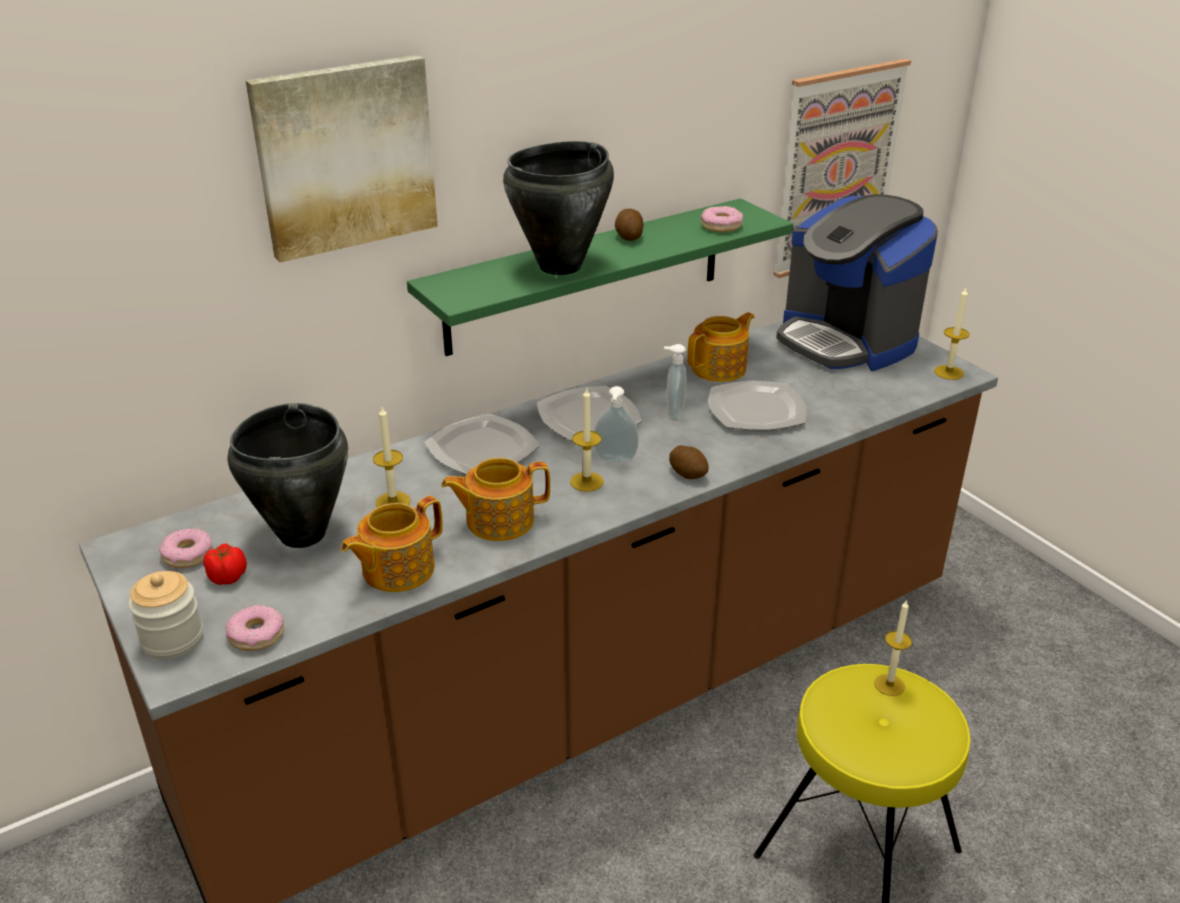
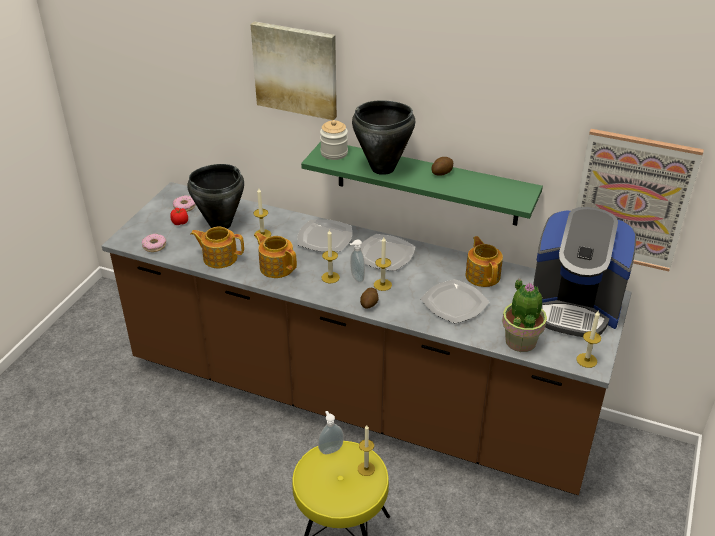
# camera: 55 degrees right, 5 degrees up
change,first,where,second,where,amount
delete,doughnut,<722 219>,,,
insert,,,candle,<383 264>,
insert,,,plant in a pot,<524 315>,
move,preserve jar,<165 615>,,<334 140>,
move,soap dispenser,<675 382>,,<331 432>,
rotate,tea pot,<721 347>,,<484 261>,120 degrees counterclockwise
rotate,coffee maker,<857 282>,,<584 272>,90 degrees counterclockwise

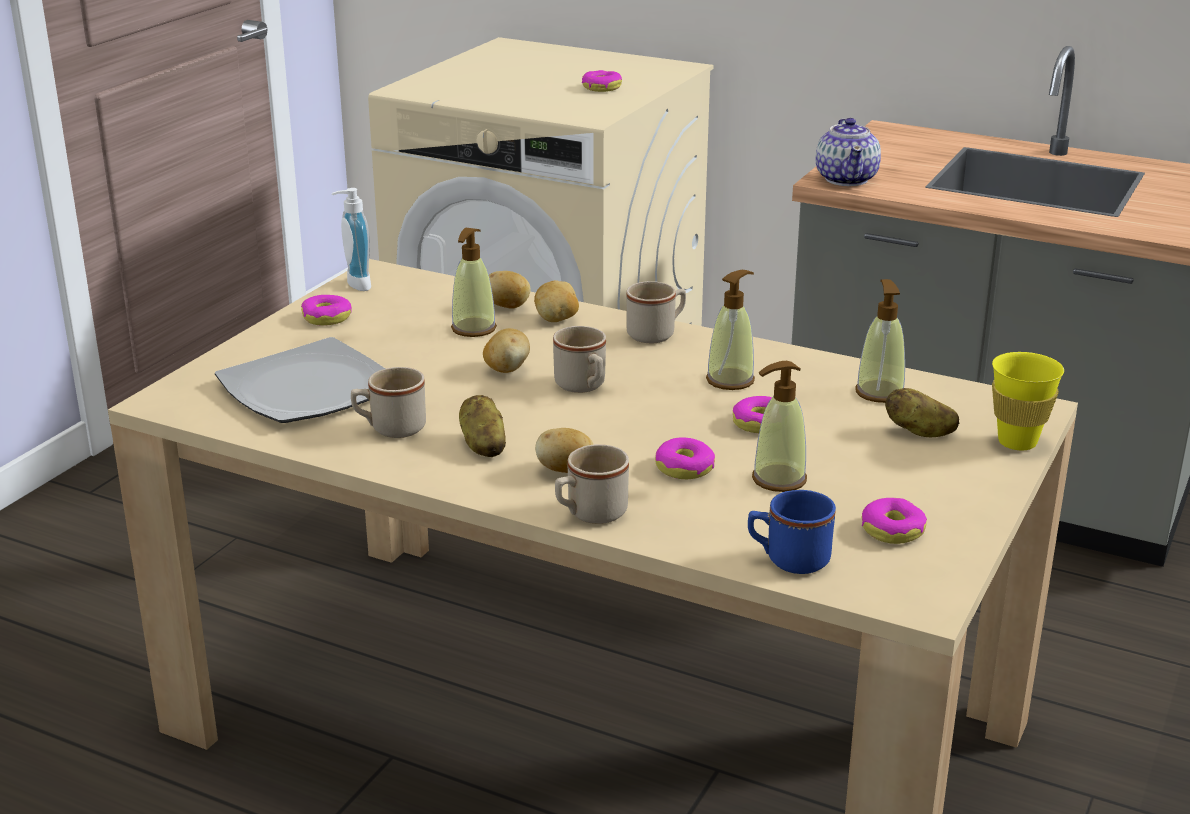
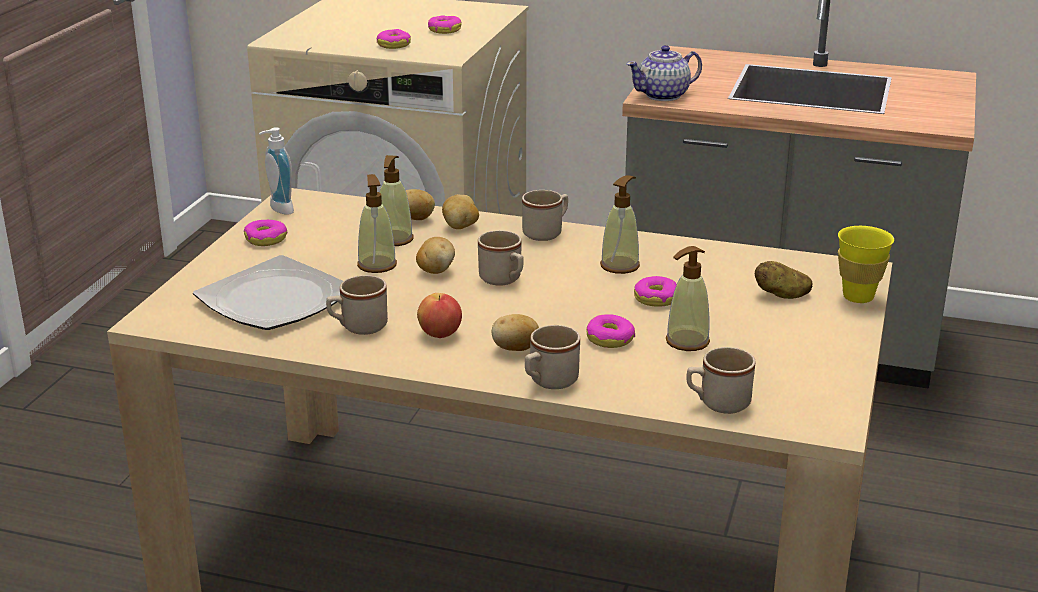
# camera: 10 degrees left, 0 degrees up
change,first,where,second,where,amount
move,soap dispenser,<880 341>,,<377 223>,
move,doughnut,<894 521>,,<394 39>,
replace,potato,<482 426>,apple,<439 315>,
recolor,bluish tea mug,<792 532>,sand-coloured tea mug,<720 380>,
rotate,tea pot,<848 152>,,<664 73>,75 degrees clockwise

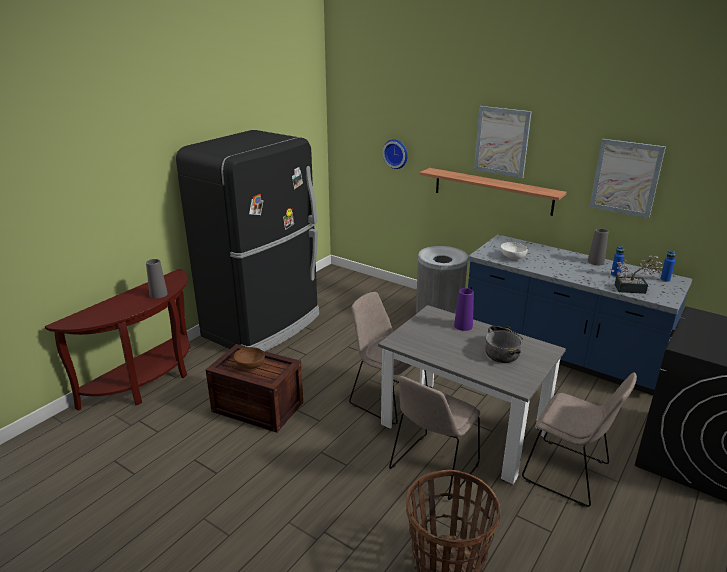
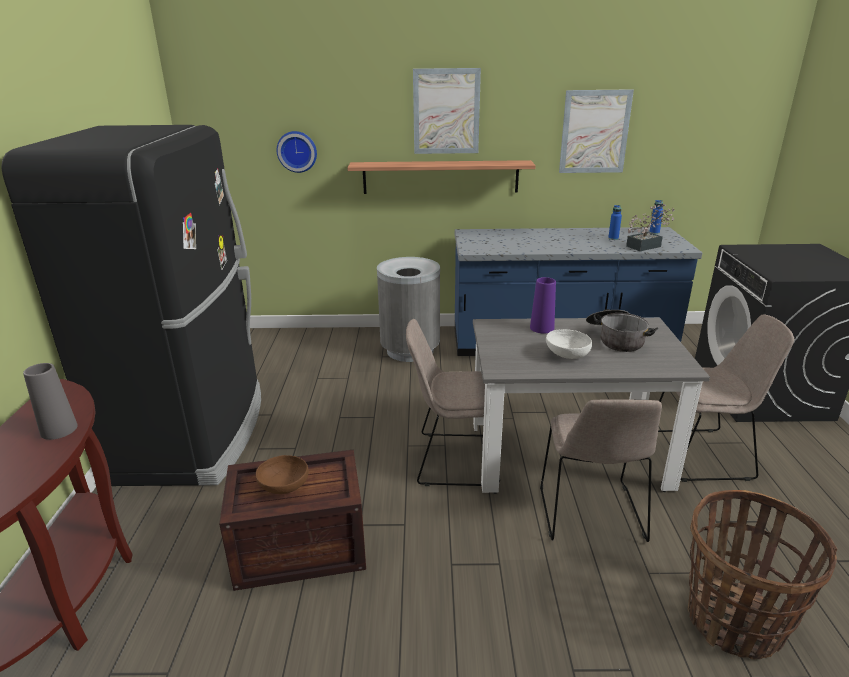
# camera: 35 degrees left, 0 degrees up
change,first,where,second,where,amount
delete,greyish flower vase,<598 246>,,,
move,whitish serving bowl,<514 251>,,<569 344>,

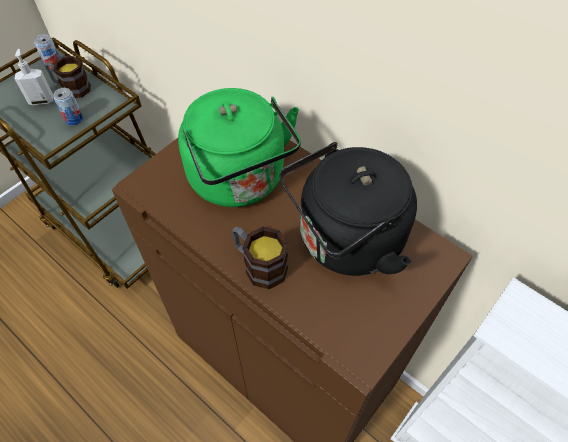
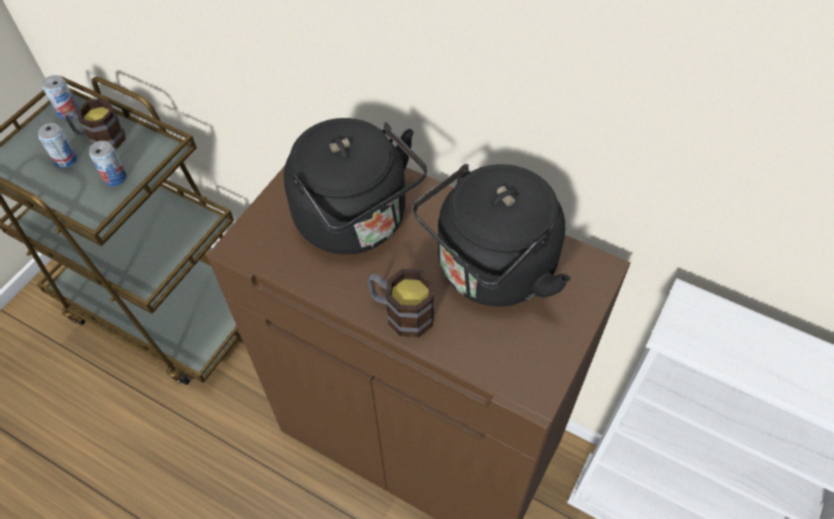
# camera: 10 degrees left, 0 degrees up
change,first,where,second,where,amount
replace,soap dispenser,<34 77>,can,<57 145>,
recolor,greenish tea kettle,<239 147>,blackish tea kettle,<355 186>,

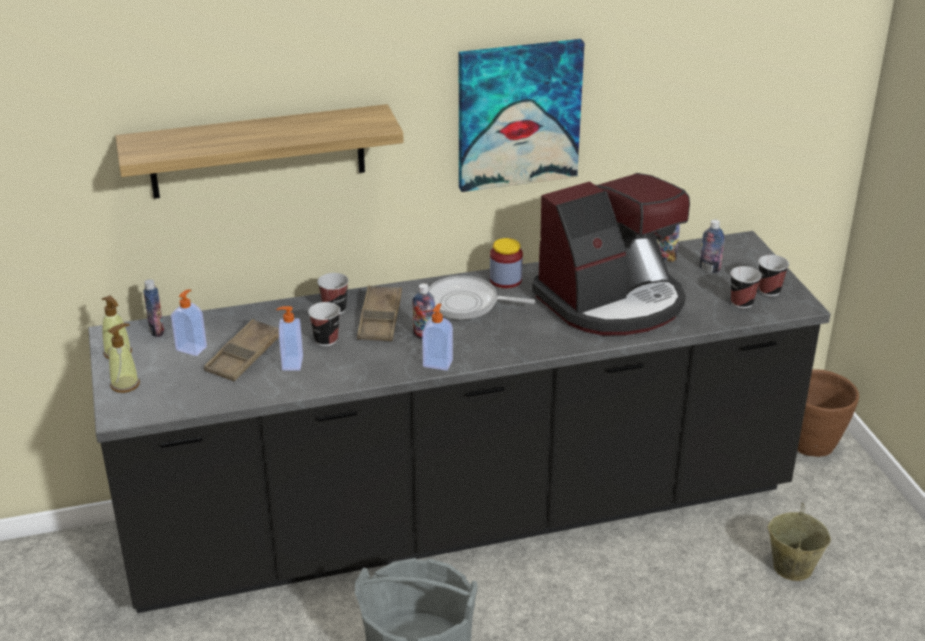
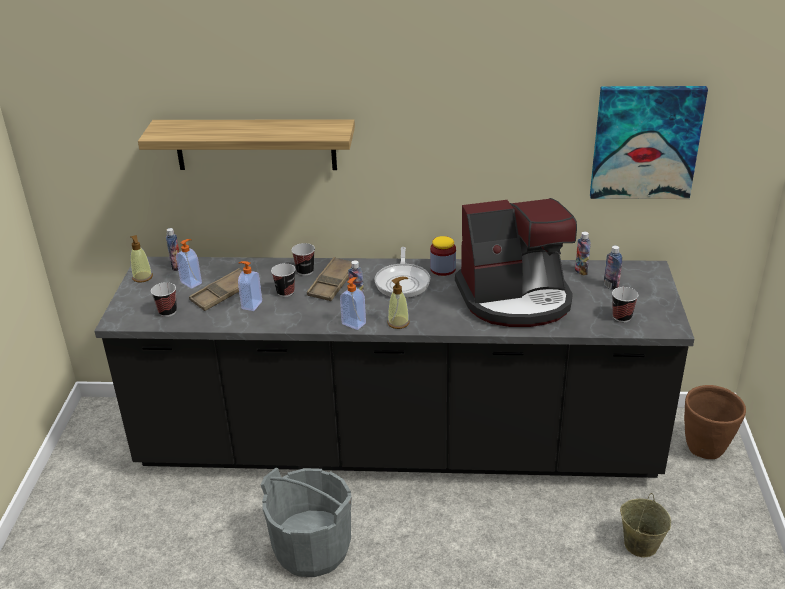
# camera: 20 degrees right, 0 degrees up
change,first,where,second,where,amount
move,soap dispenser,<124 358>,,<398 303>,
move,wall picture,<522 115>,,<649 142>,
move,drinking cup,<773 275>,,<164 299>,
rotate,skillet,<481 298>,,<402 272>,120 degrees counterclockwise

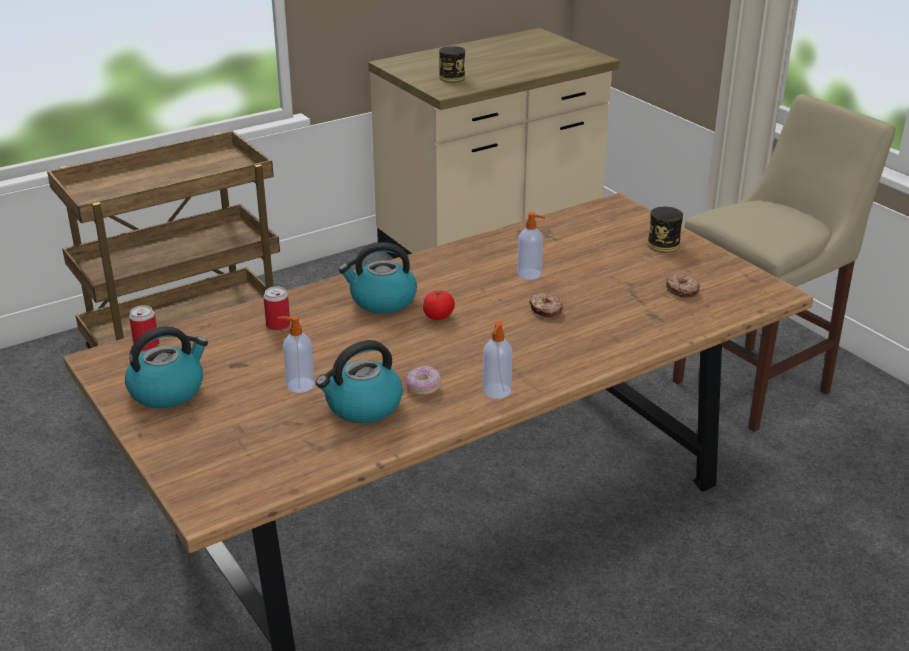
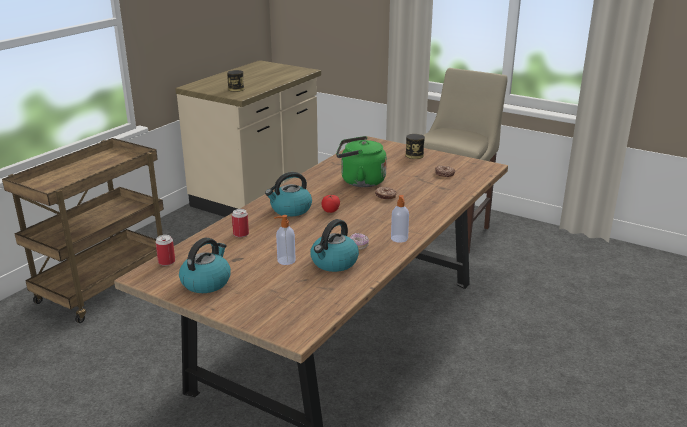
# camera: 25 degrees left, 5 degrees down
change,first,where,second,where,amount
replace,soap dispenser,<531 246>,greenish tea kettle,<361 161>,

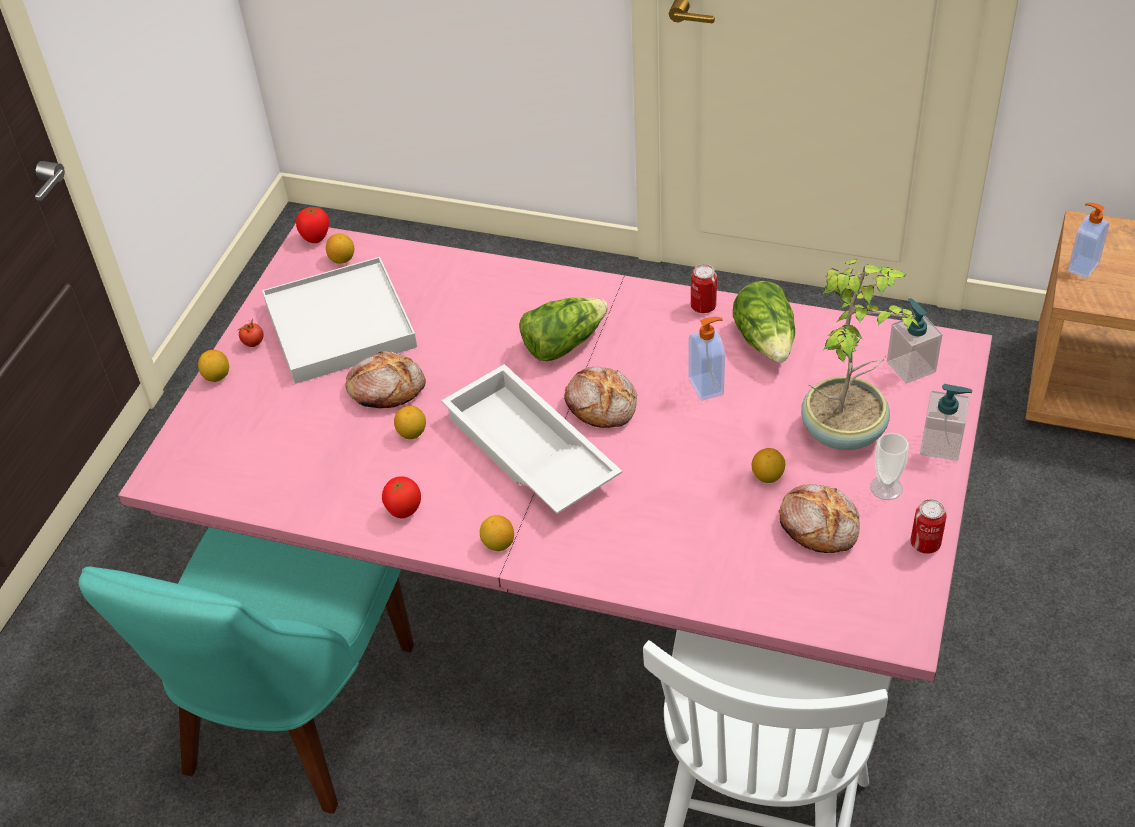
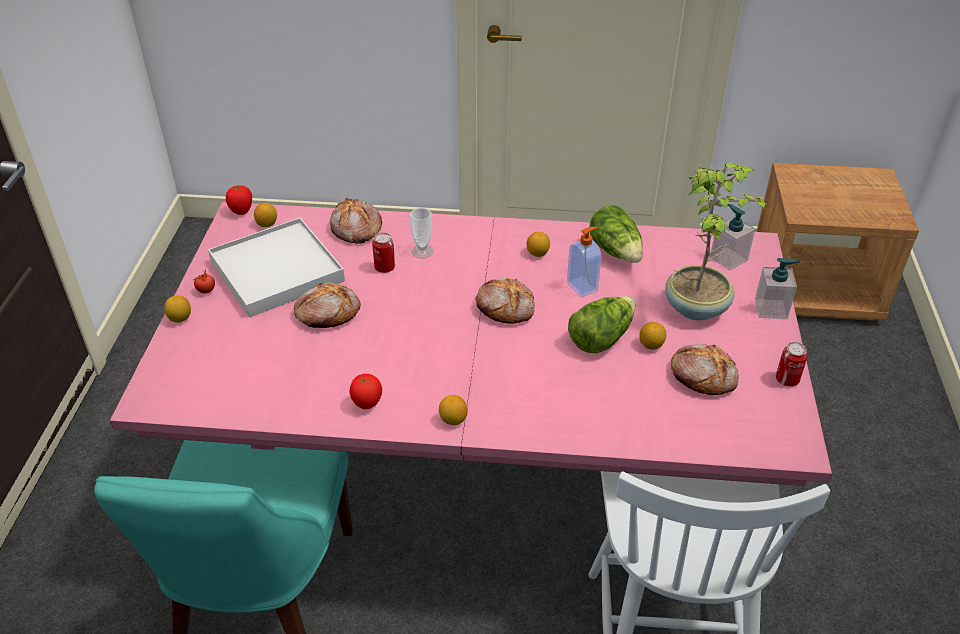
# camera: 15 degrees left, 5 degrees down
change,first,where,second,where,amount
delete,whitish tray,<531 439>,,,
delete,soap dispenser,<1089 241>,,,
insert,,,bakery bread,<356 221>,
move,lemon,<410 422>,,<538 244>,
move,lettuce,<563 329>,,<601 324>,
move,can,<704 288>,,<383 253>,
move,drinking cup,<889 466>,,<422 233>,

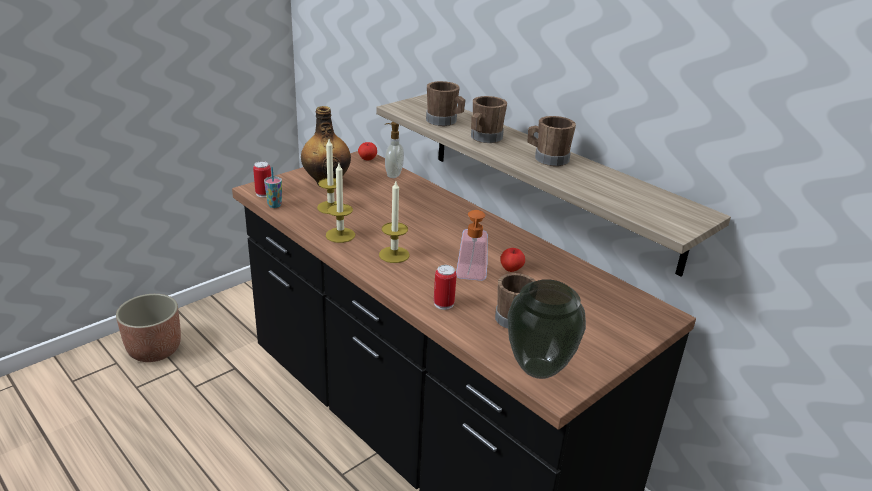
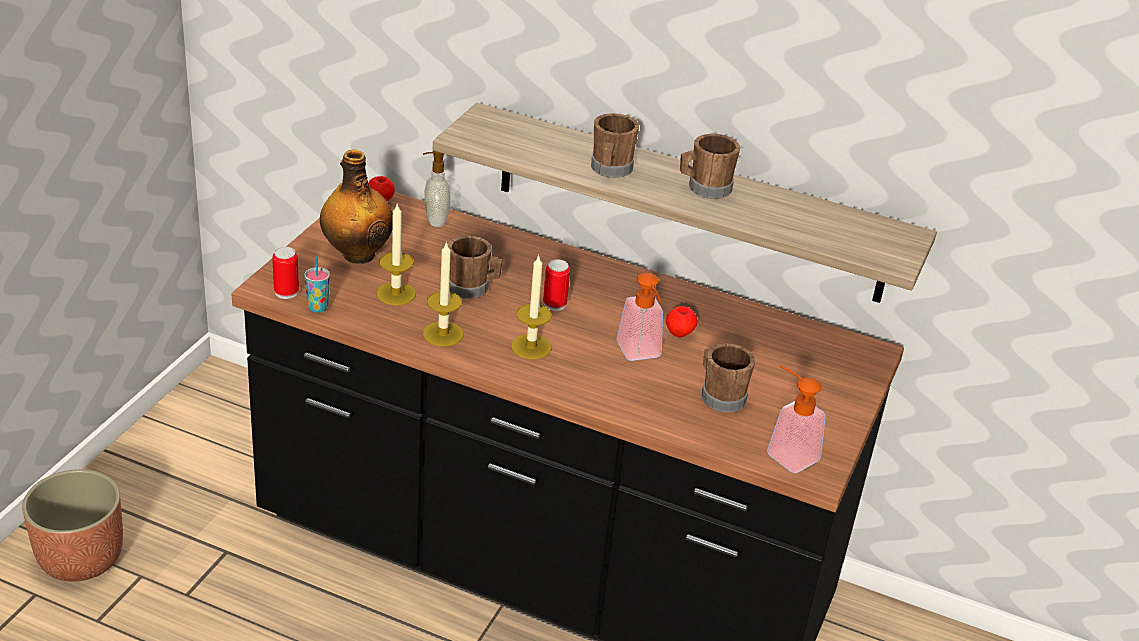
# camera: 25 degrees left, 5 degrees up
change,first,where,second,where,amount
move,brown tea mug,<446 103>,,<475 267>,
move,can,<445 287>,,<556 285>,
replace,flower vase,<546 329>,soap dispenser,<796 419>,

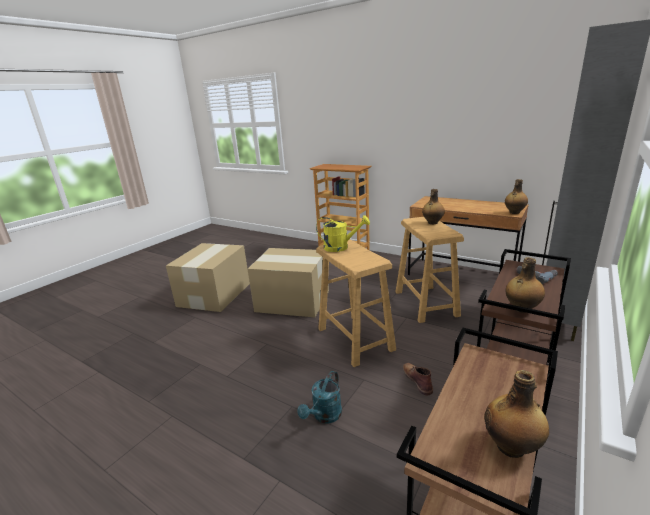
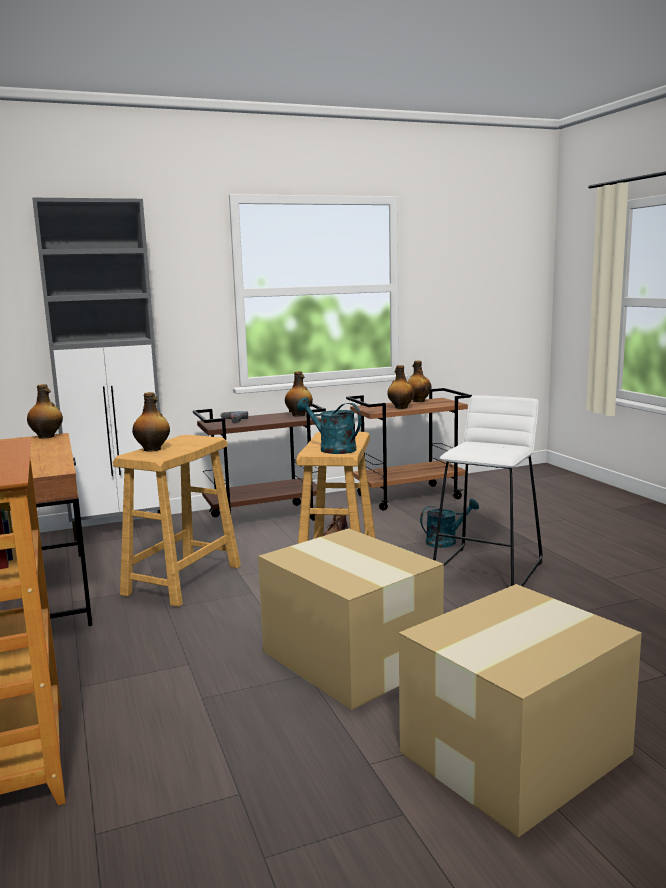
# camera: 145 degrees left, 10 degrees down
change,first,where,second,where,amount
insert,,,beverage bottle,<401 387>,
insert,,,whitish sitting stool,<487 490>,
recolor,yellow-coloured sprinkling can,<343 233>,turquoise-coloured sprinkling can,<329 425>,

